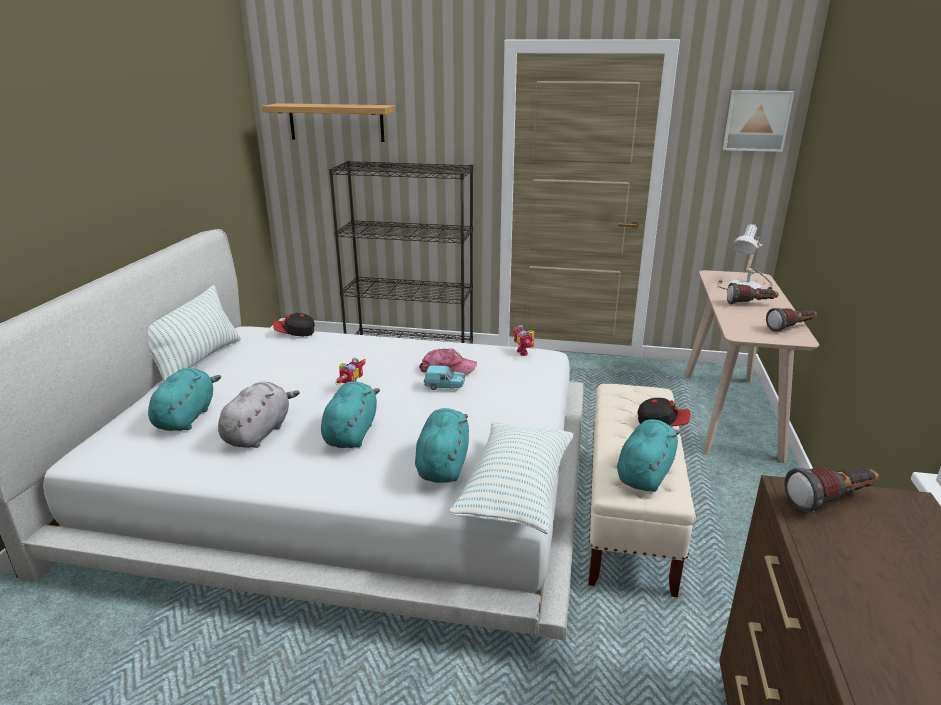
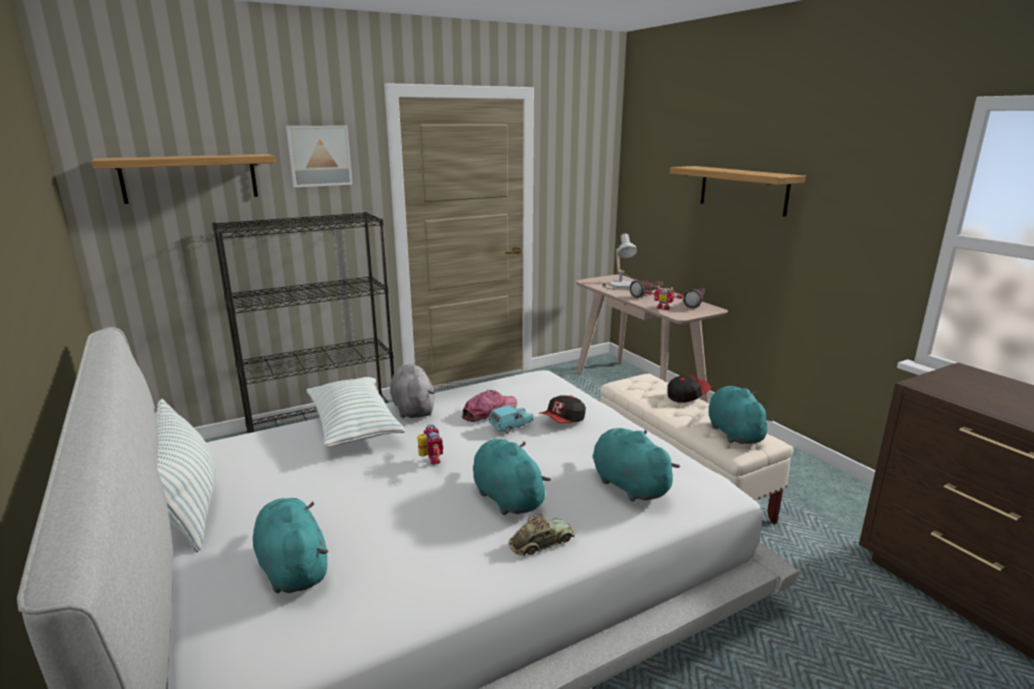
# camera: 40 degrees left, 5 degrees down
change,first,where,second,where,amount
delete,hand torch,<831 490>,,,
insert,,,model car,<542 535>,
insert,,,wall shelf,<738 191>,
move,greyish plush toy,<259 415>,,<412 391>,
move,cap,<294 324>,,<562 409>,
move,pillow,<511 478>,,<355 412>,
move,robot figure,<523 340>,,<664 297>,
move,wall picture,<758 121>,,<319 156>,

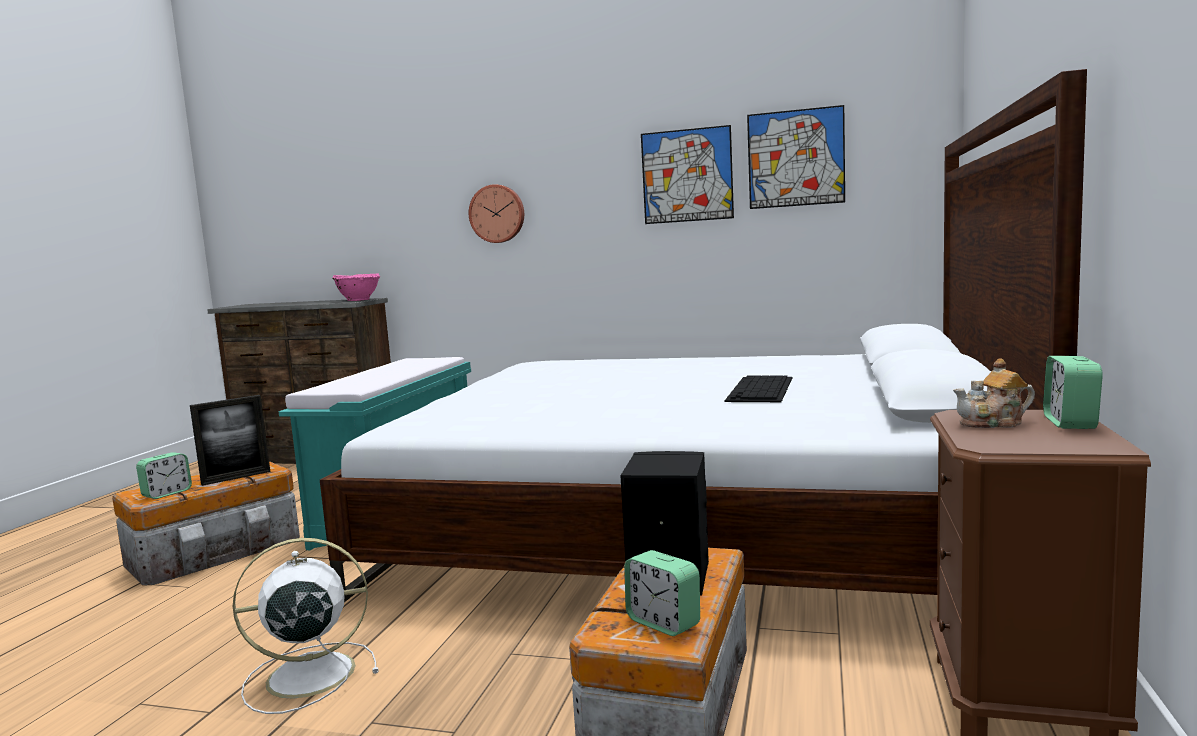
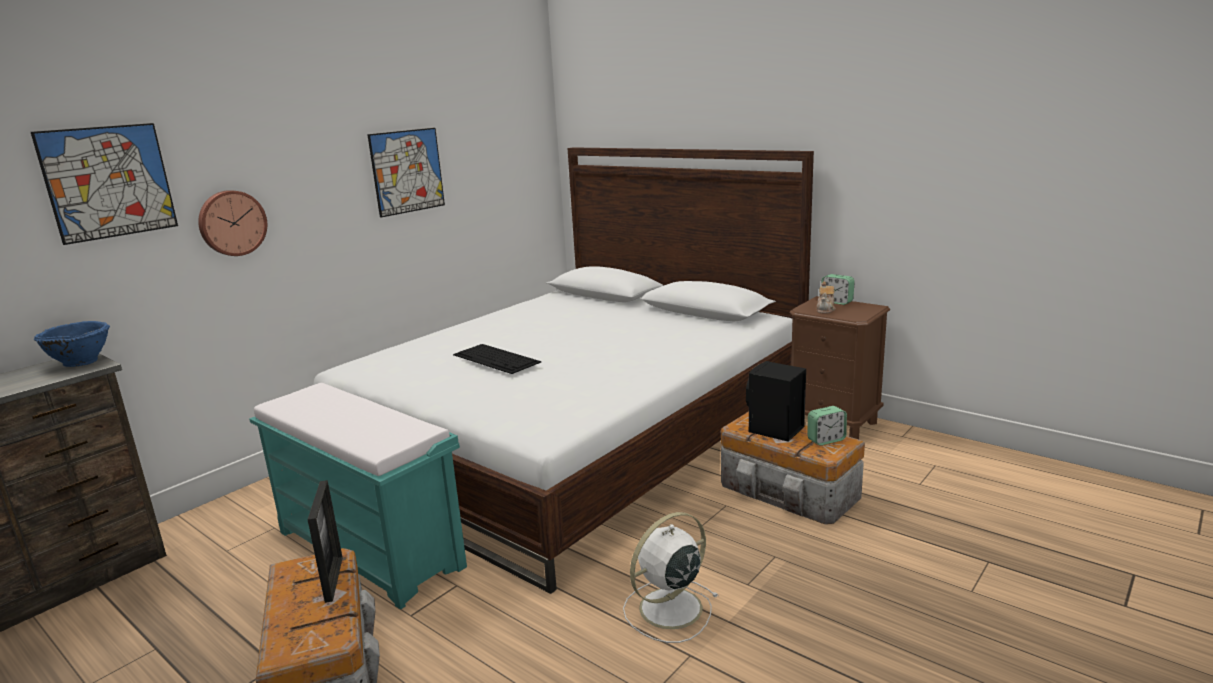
# camera: 65 degrees left, 10 degrees up
change,first,where,second,where,amount
delete,table clock,<164 475>,,,
move,computer keyboard,<758 388>,,<497 359>,
move,wall picture,<796 157>,,<104 184>,
recolor,pink serving bowl,<356 287>,bluish serving bowl,<72 344>,
rotate,whitish electric fan,<305 626>,,<671 577>,45 degrees clockwise

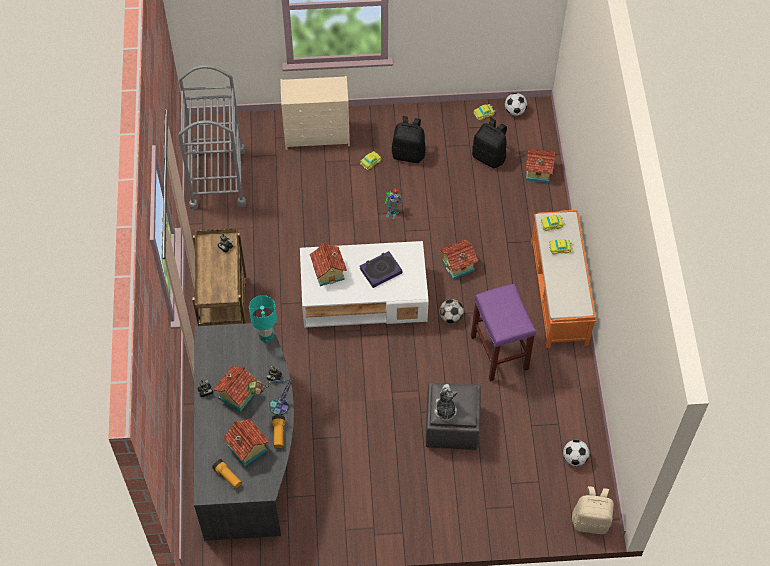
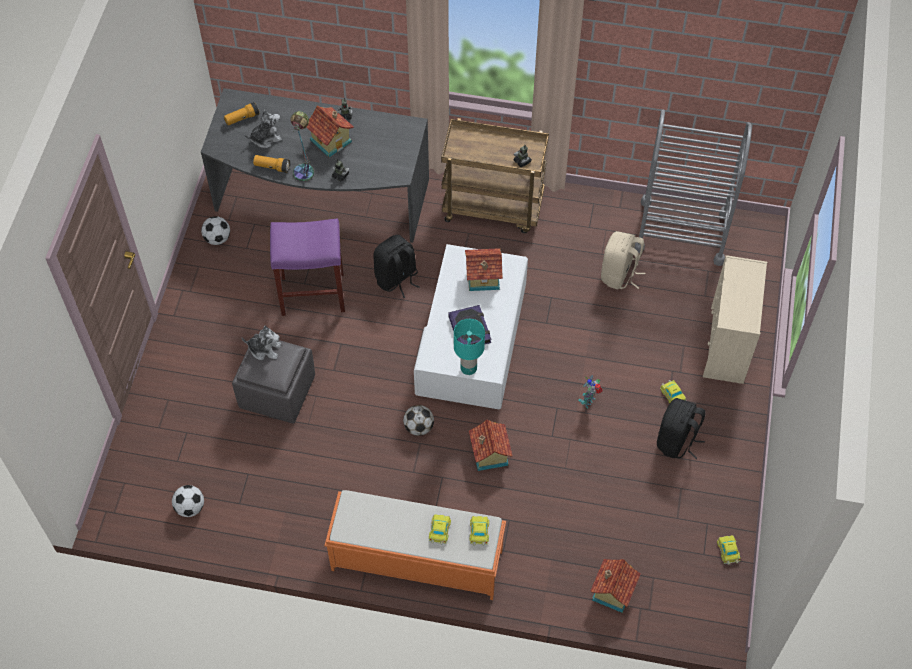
# camera: 105 degrees right, 0 degrees up
change,first,where,second,where,amount
move,turquoise-coloured tabletop lamp,<263 318>,,<469 347>,
move,purplish sitting stool,<503 332>,,<307 267>,
move,blackish backpack,<489 143>,,<396 266>,
move,ball for football,<516 104>,,<215 230>,
move,sand-coloured backpack,<593 510>,,<623 260>,
replace,model house,<246 443>,plush toy,<263 129>,

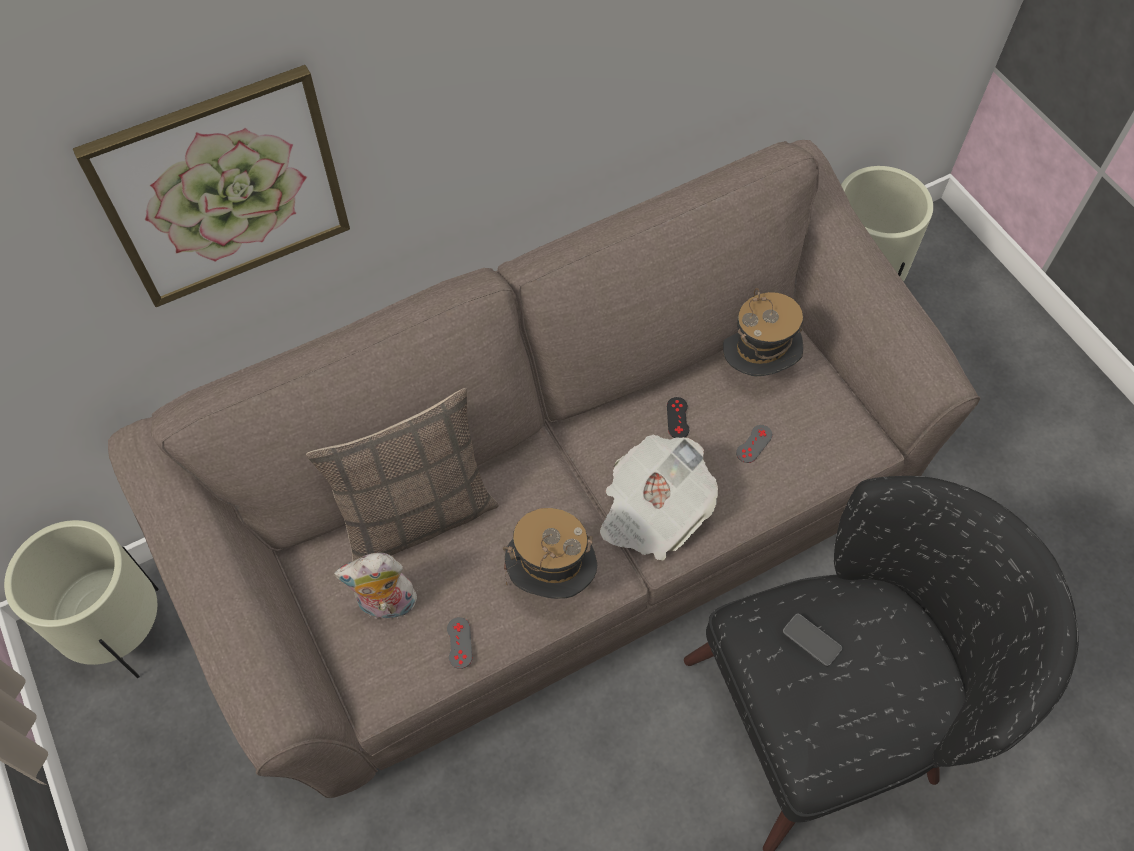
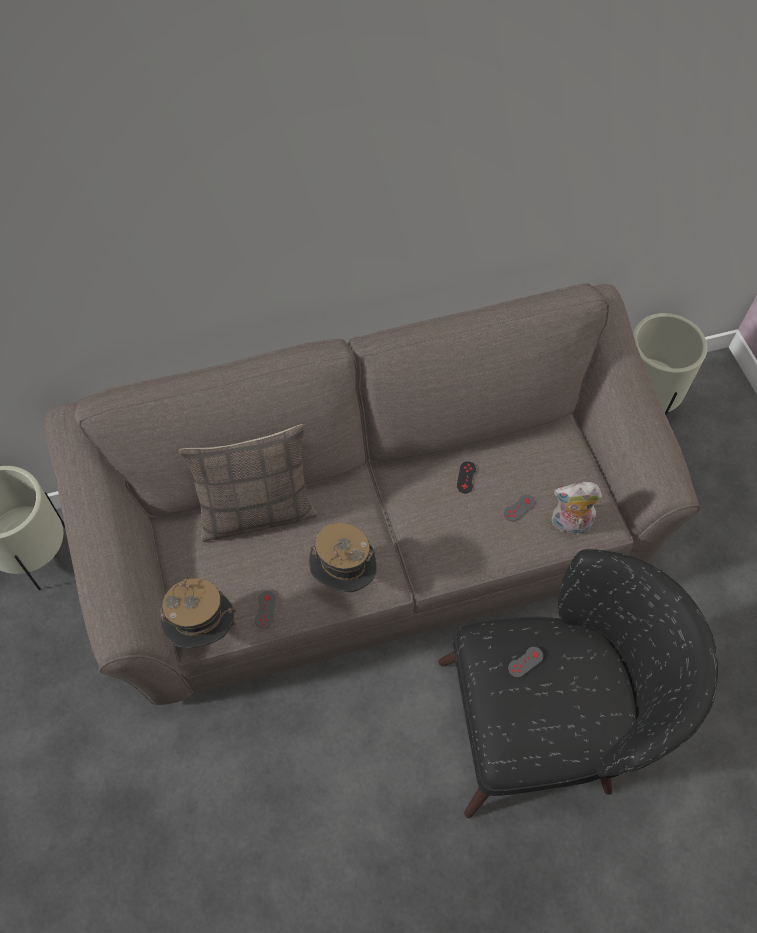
# camera: 10 degrees right, 0 degrees up
change,first,where,second,where,amount
delete,wall picture,<211 186>,,,
delete,newspaper,<659 498>,,,
move,plush toy,<375 585>,,<576 508>,
move,wearable hat,<763 332>,,<198 611>,
replace,phone,<812 640>,greyish gamepad,<525 662>,

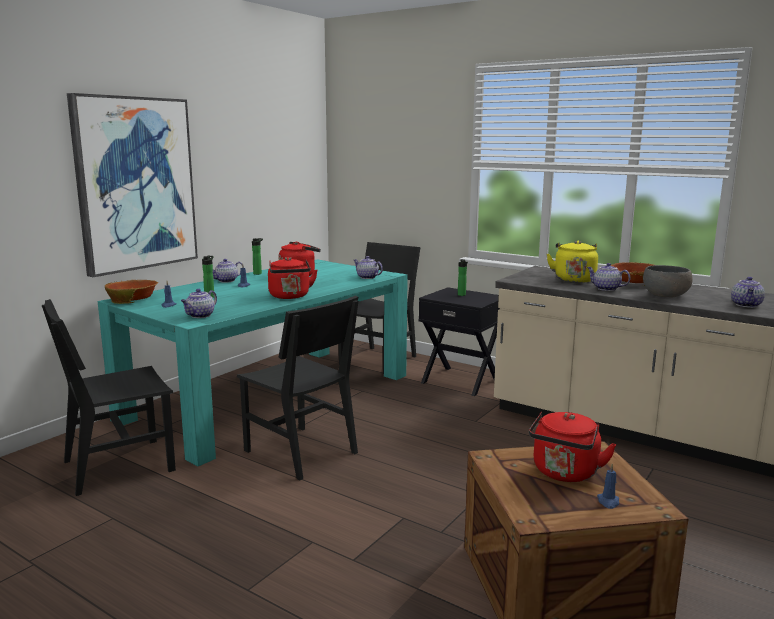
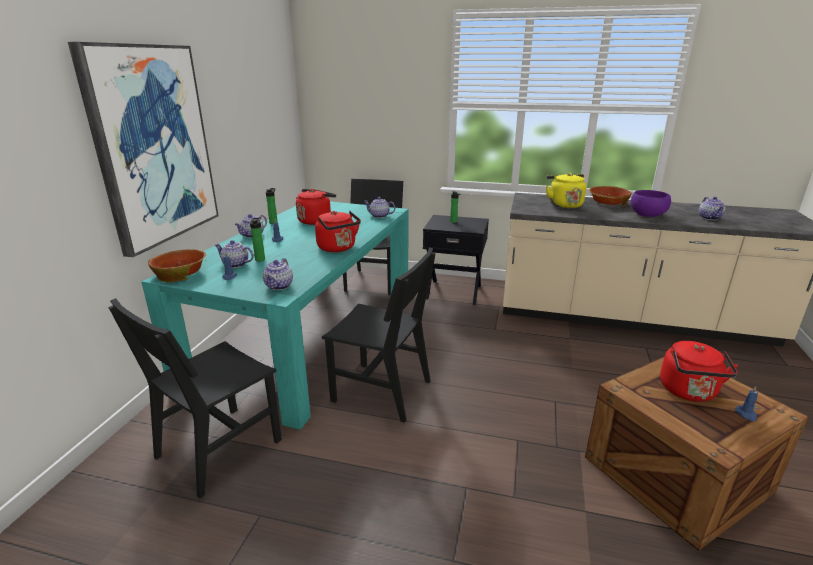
# camera: 20 degrees left, 10 degrees up
change,first,where,second,where,amount
move,tea pot,<609 277>,,<234 254>,
recolor,greyish serving bowl,<668 281>,purplish serving bowl,<651 203>,

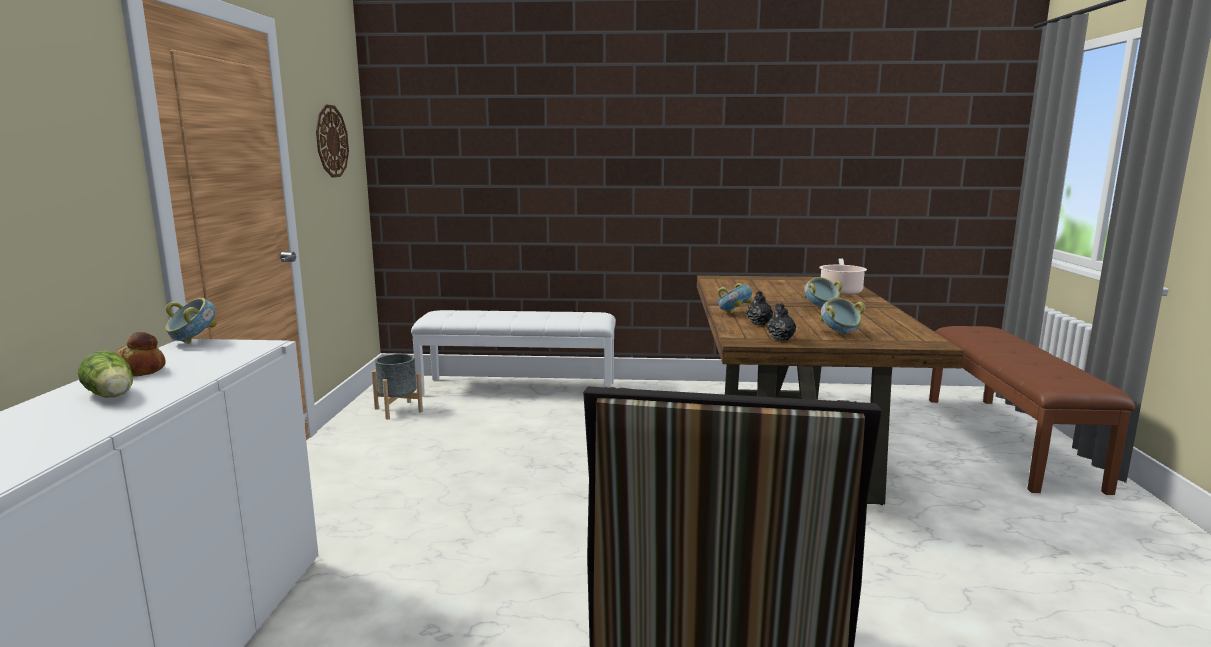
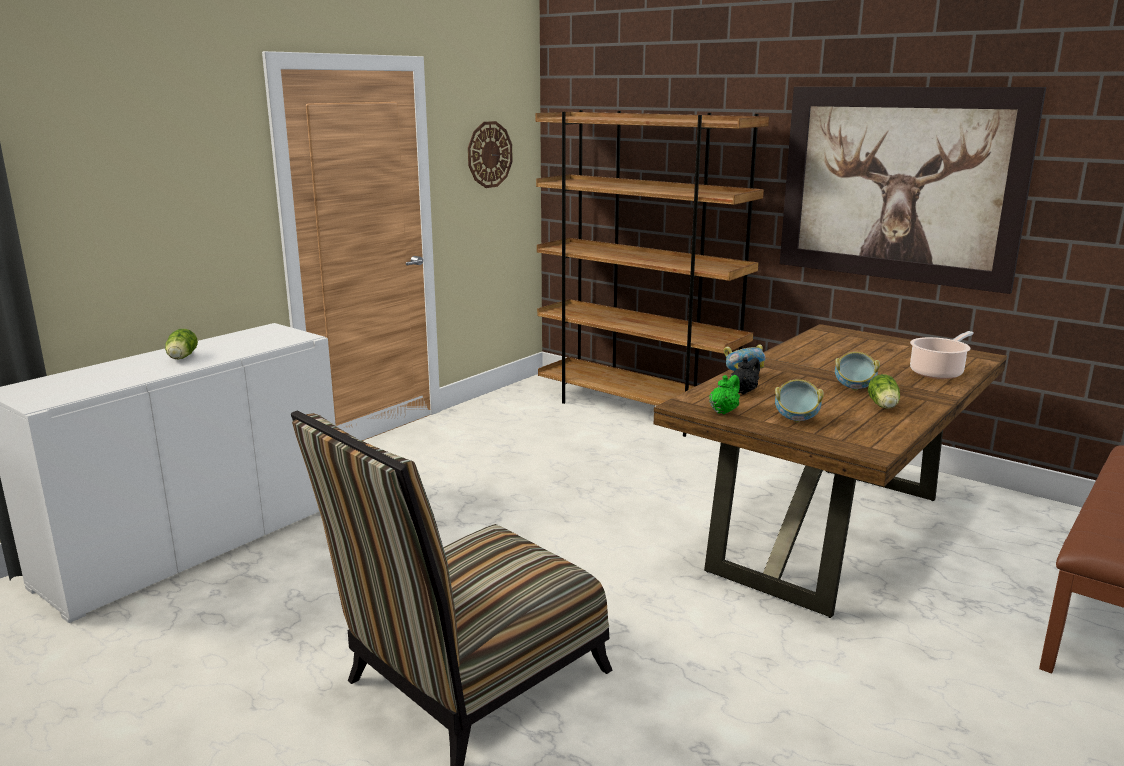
# camera: 35 degrees right, 5 degrees up
change,first,where,second,where,amount
delete,bakery bread,<140 354>,,,
delete,serving bowl,<191 321>,,,
delete,greyish planter,<397 387>,,,
insert,,,wall picture,<913 190>,
insert,,,lettuce,<884 391>,
replace,whitish long seat,<513 353>,brown bookcase,<652 273>,
recolor,blackish tea pot,<782 322>,greenish tea pot,<724 395>,

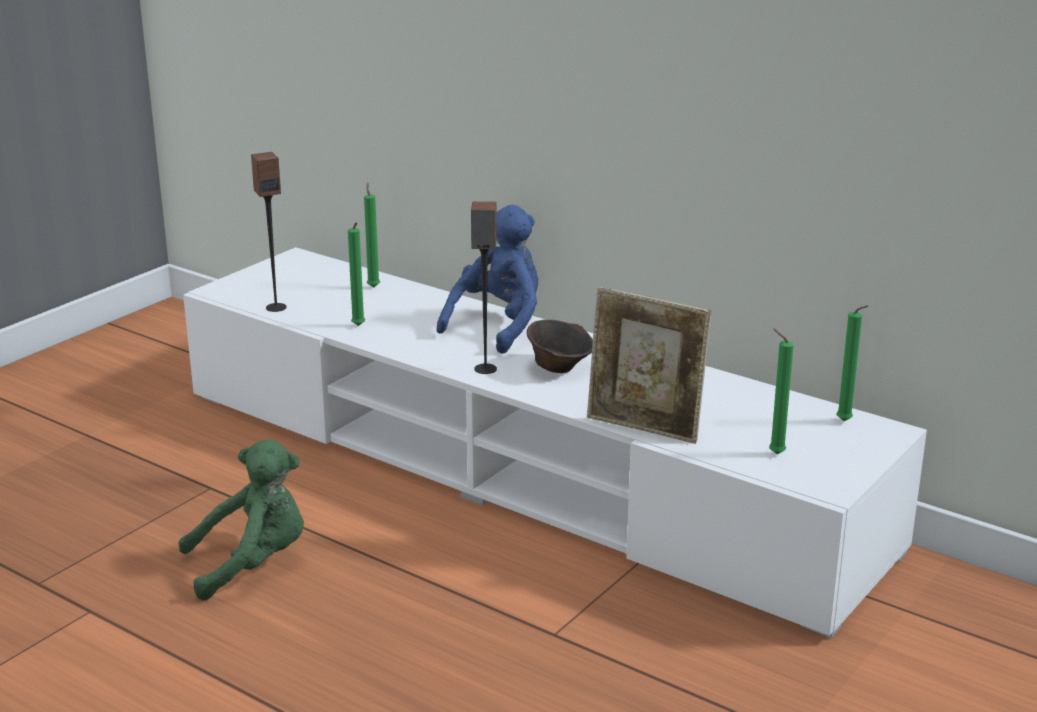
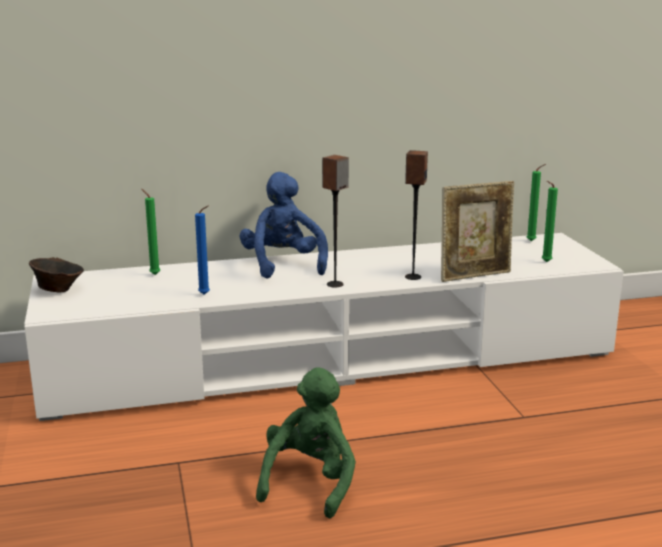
# camera: 50 degrees left, 5 degrees down
change,first,where,second,where,amount
move,loudspeaker,<269 232>,,<416 215>,
move,brown serving bowl,<560 346>,,<56 274>,
recolor,greenish candle,<356 274>,bluish candle,<202 250>,

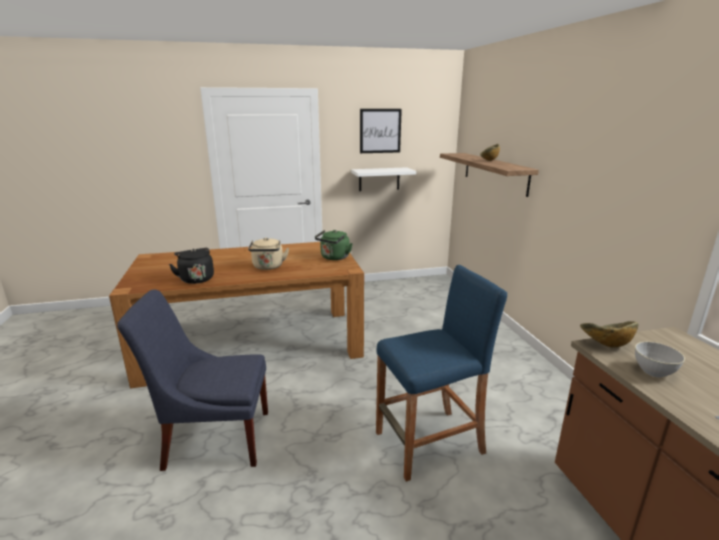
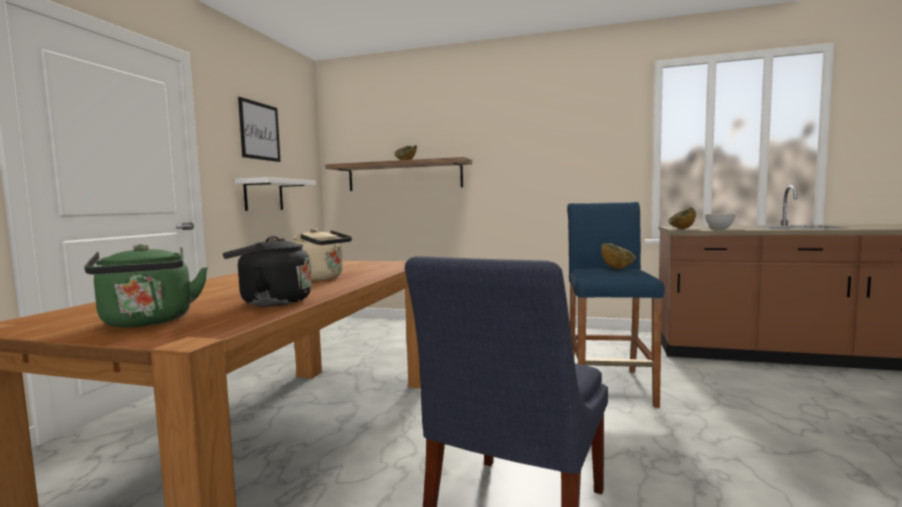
# camera: 60 degrees left, 15 degrees down
change,first,where,second,where,amount
insert,,,serving bowl,<618 256>,
move,greenish tea kettle,<334 245>,,<146 286>,

